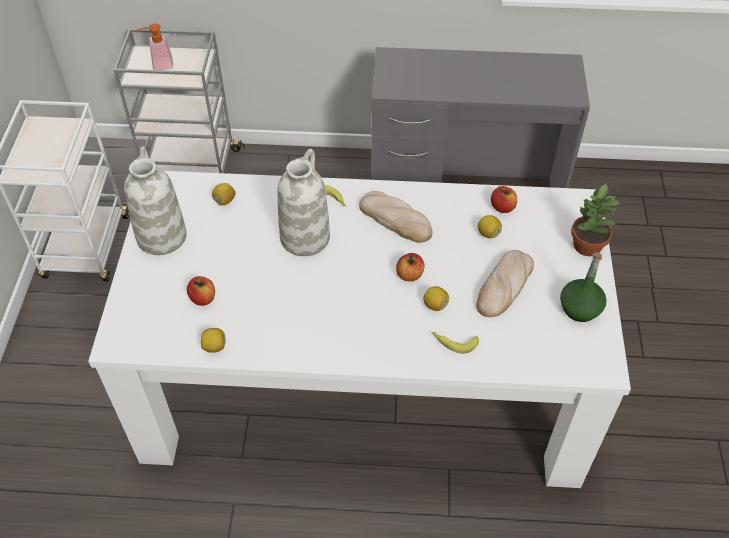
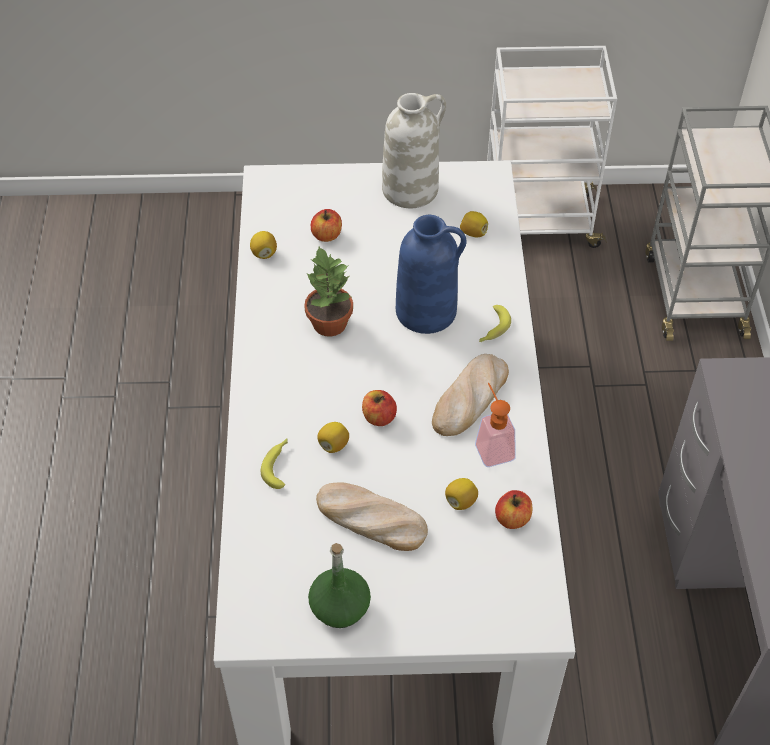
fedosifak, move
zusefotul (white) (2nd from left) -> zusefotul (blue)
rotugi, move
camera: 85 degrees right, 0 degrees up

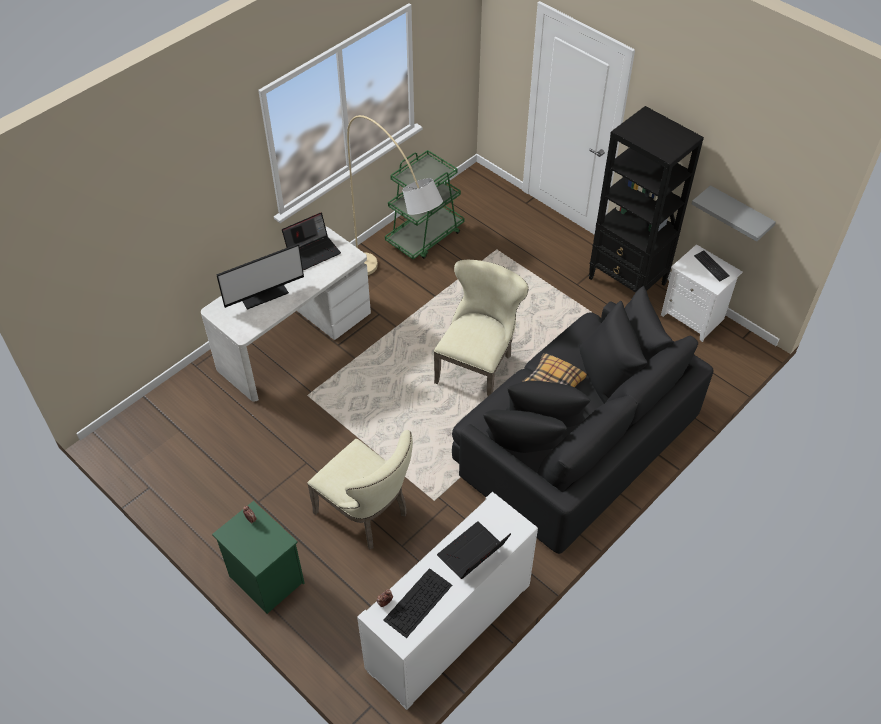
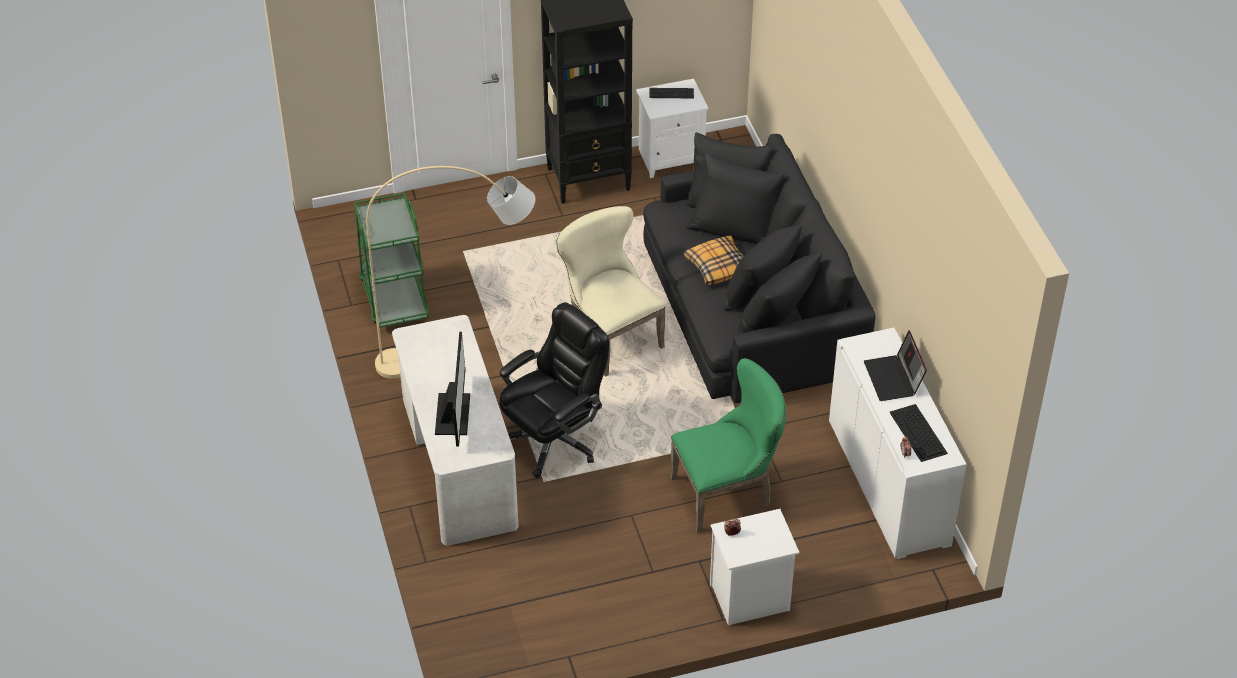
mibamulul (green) -> mibamulul (white) (2nd from left)
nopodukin (1st from left) -> none
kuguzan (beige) (1st from left) -> kuguzan (green)
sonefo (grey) -> none
none -> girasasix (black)
camera: 60 degrees left, 5 degrees down

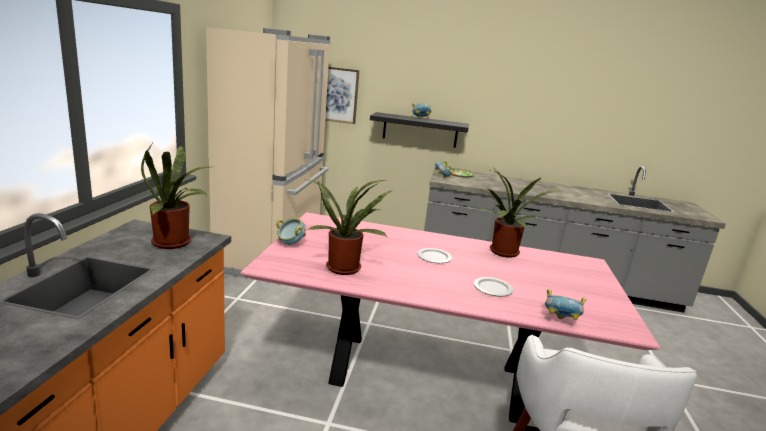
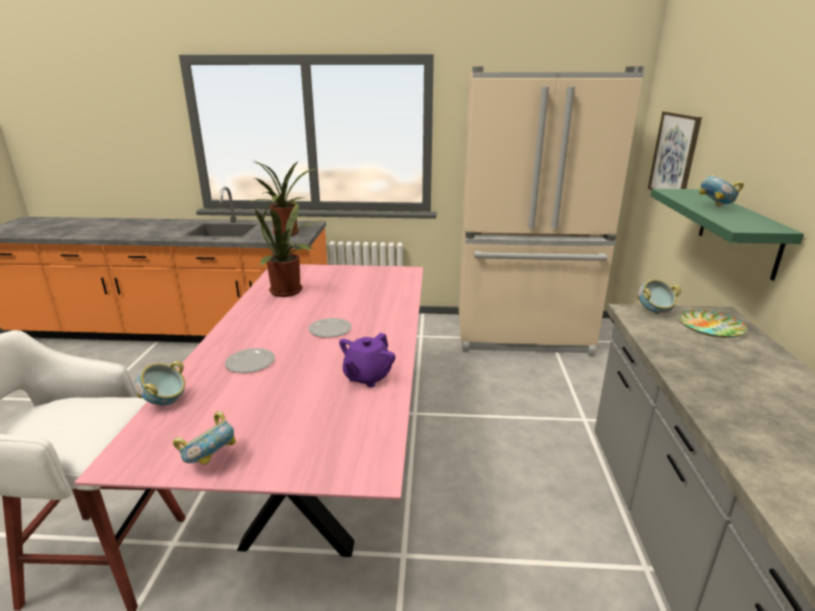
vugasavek (1st from left in the first image) -> vugasavek (2nd from left), move
sonefo (black) -> sonefo (green)
rotugi (3rd from left) -> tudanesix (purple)
camera: 85 degrees right, 5 degrees up

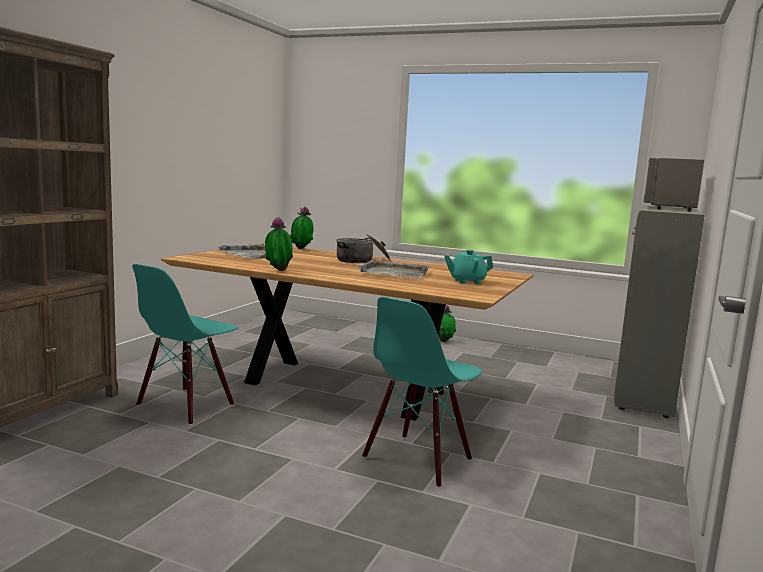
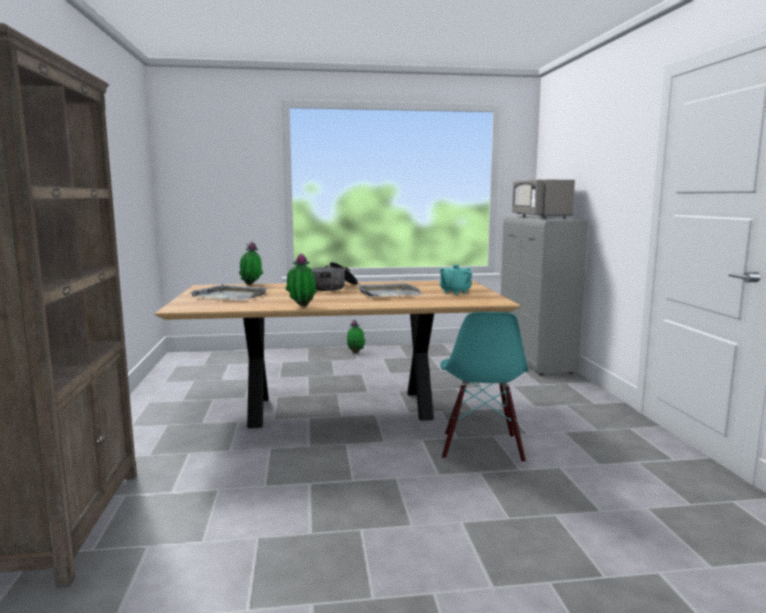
kuguzan (turquoise) (1st from left) -> none
camera: 30 degrees left, 0 degrees up

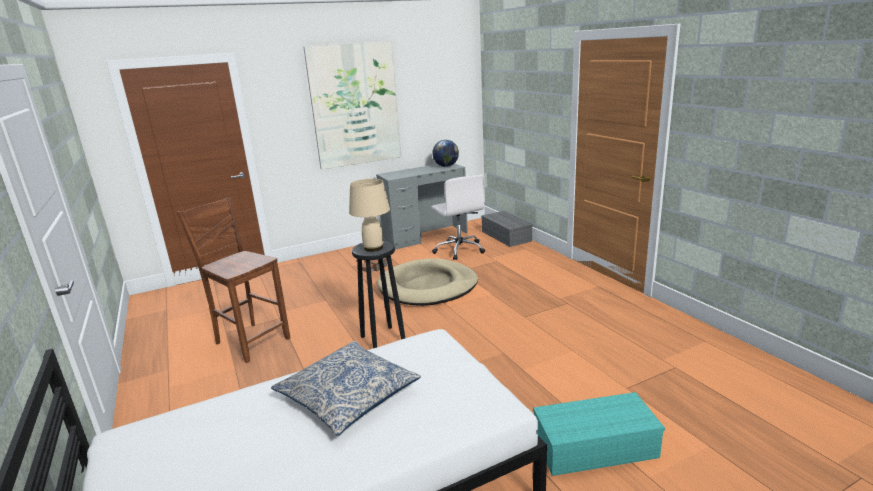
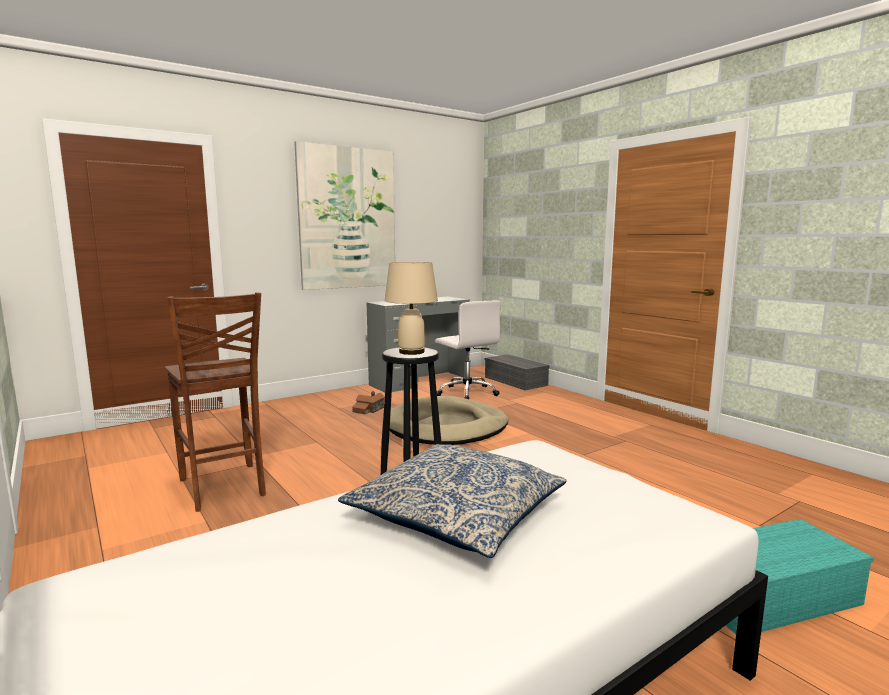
kuguzan (brown), 150 degrees counterclockwise
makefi -> none
camera: 10 degrees left, 10 degrees down

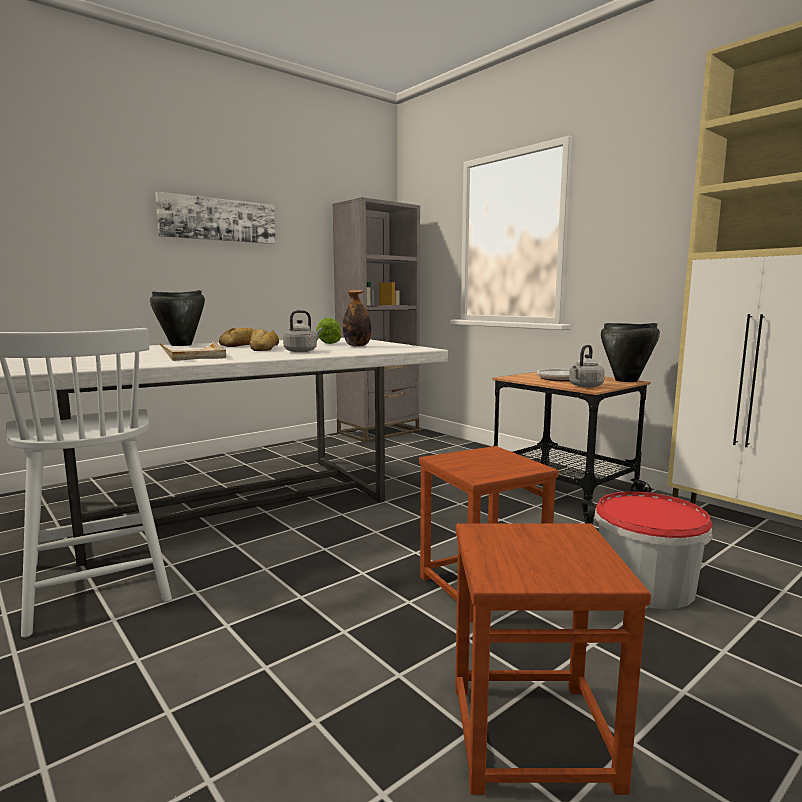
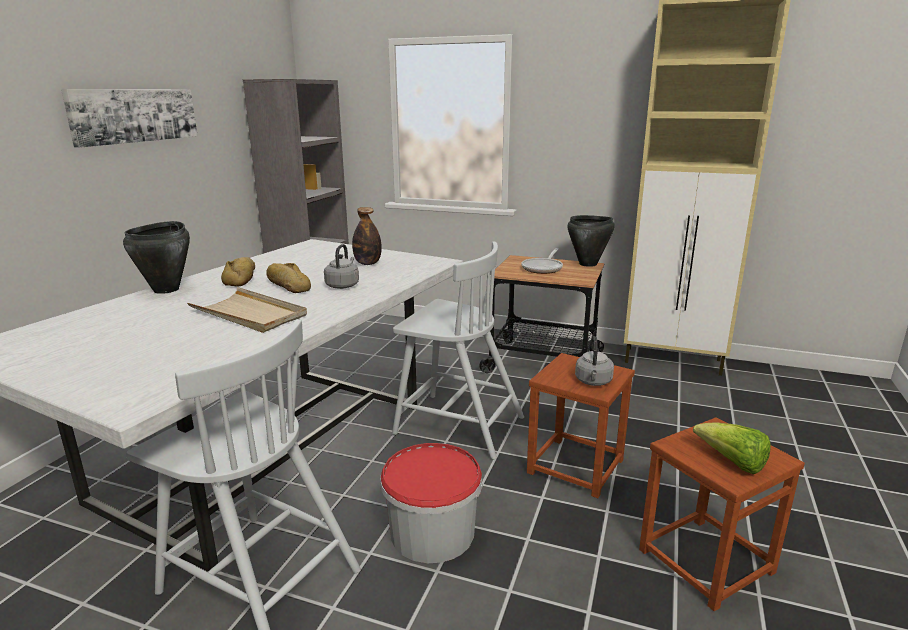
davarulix, move
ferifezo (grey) (2nd from left), move
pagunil, move
none -> kuguzan (white) (2nd from left)
camera: 30 degrees left, 10 degrees up

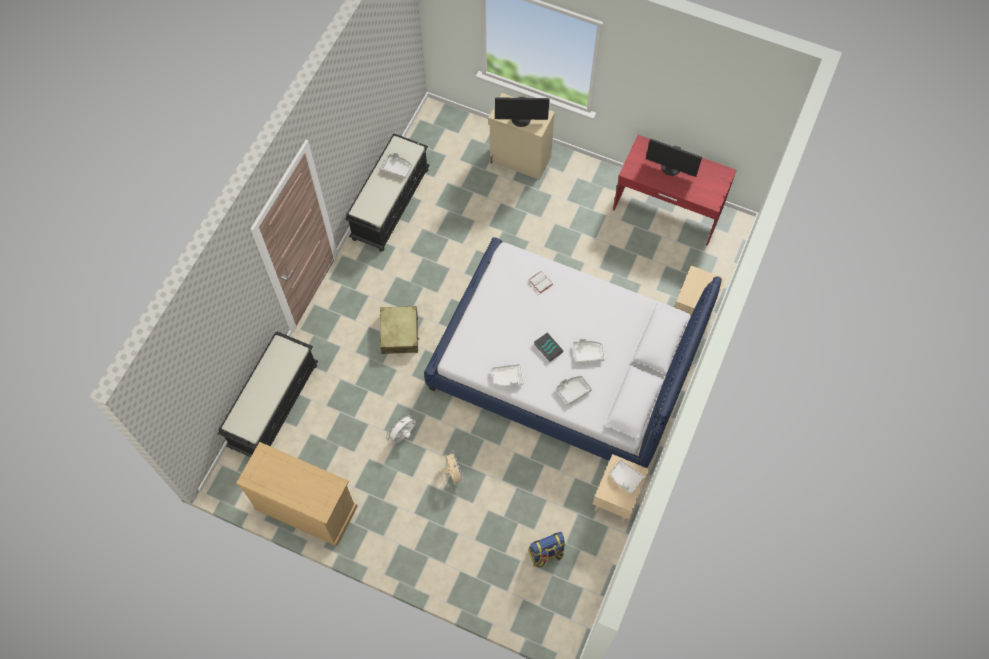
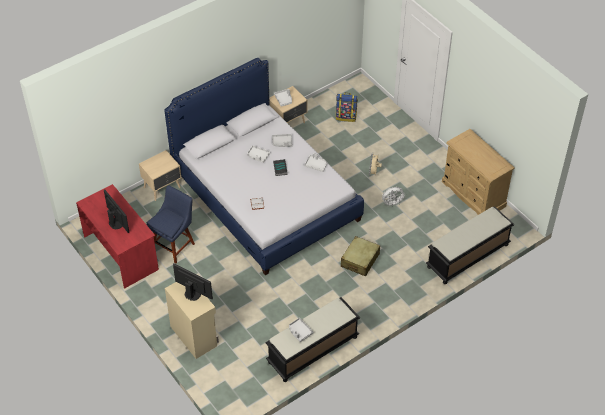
none -> kuguzan (blue)
camera: 150 degrees left, 15 degrees down

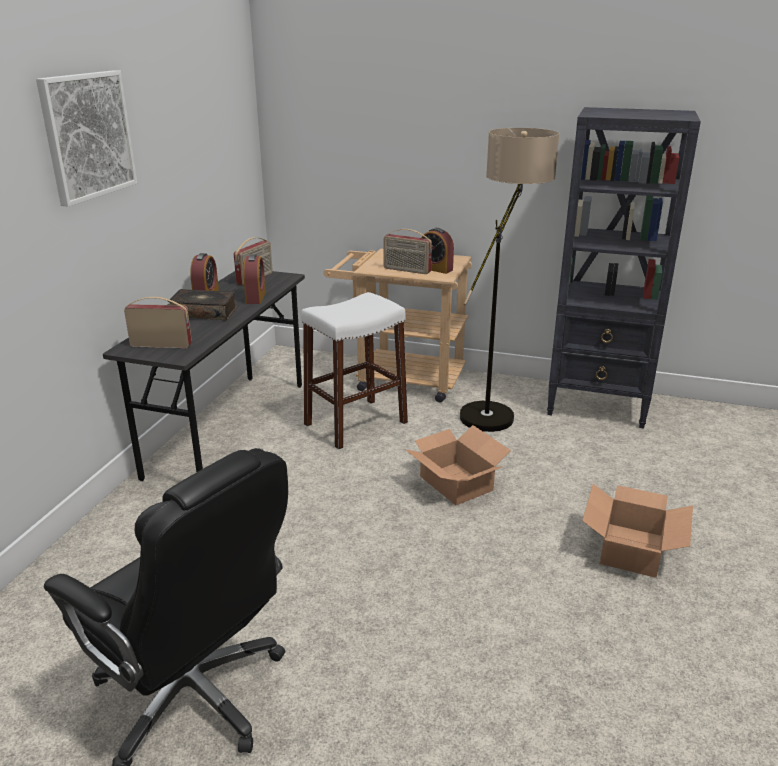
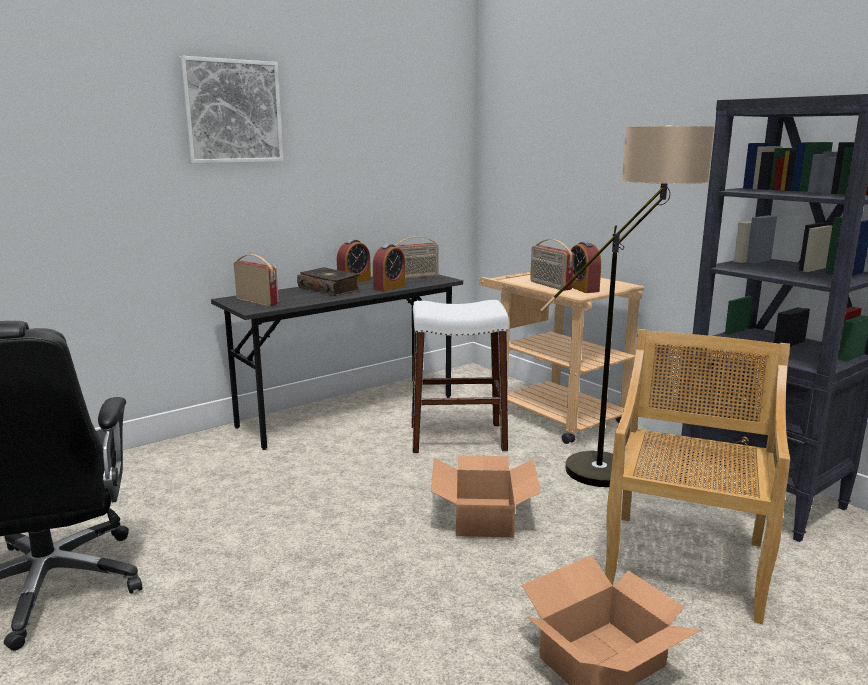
none -> kuguzan (beige)
camera: 35 degrees right, 10 degrees down

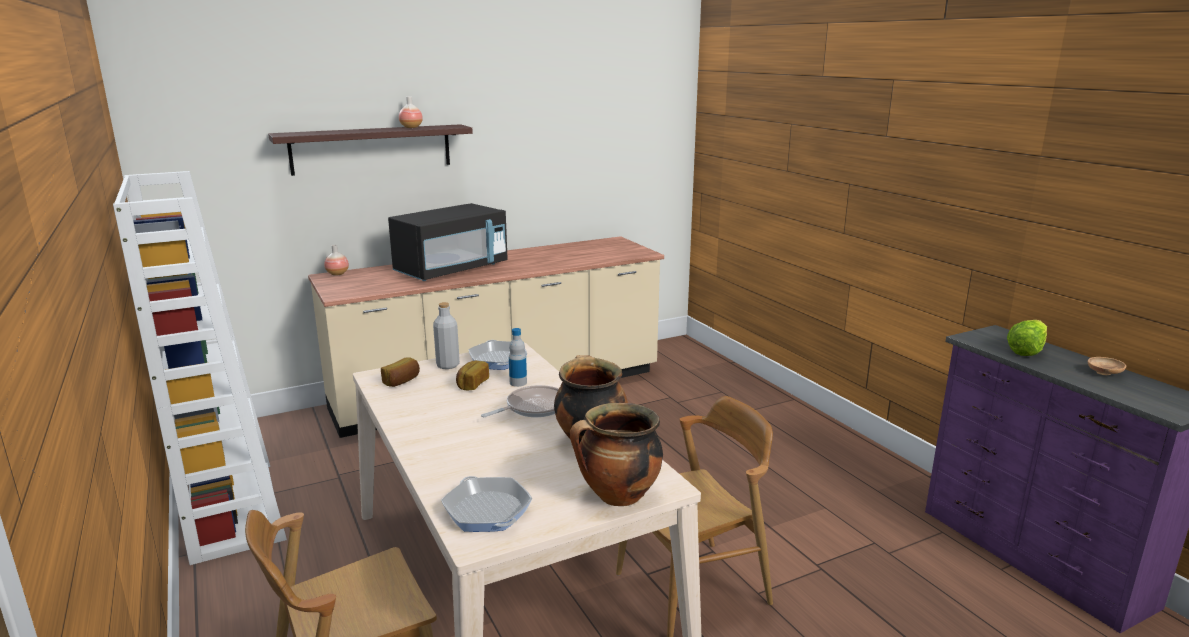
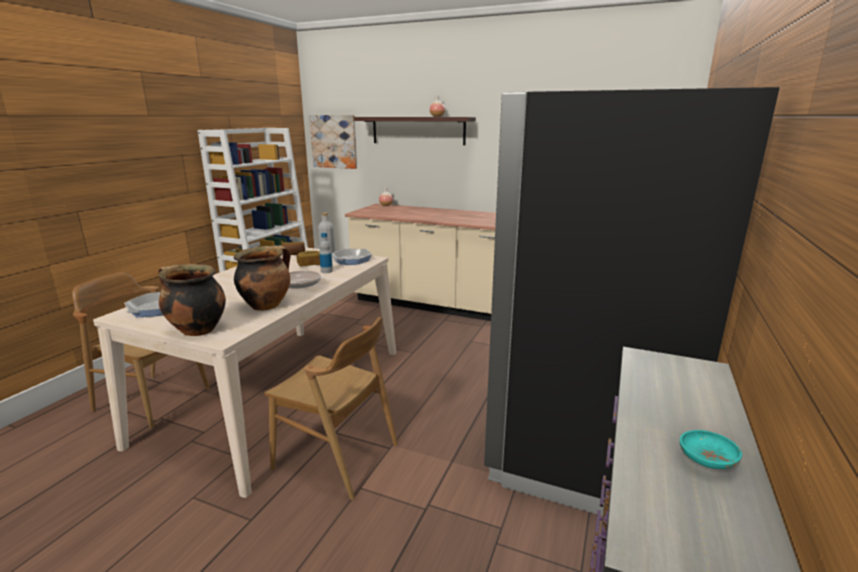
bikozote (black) -> none
davarulix -> none
vugasavek (brown) -> vugasavek (turquoise)
none -> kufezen
none -> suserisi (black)
camera: 50 degrees right, 0 degrees up

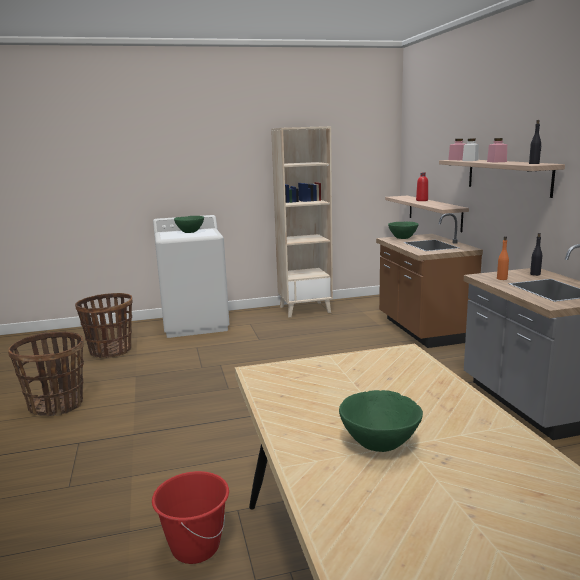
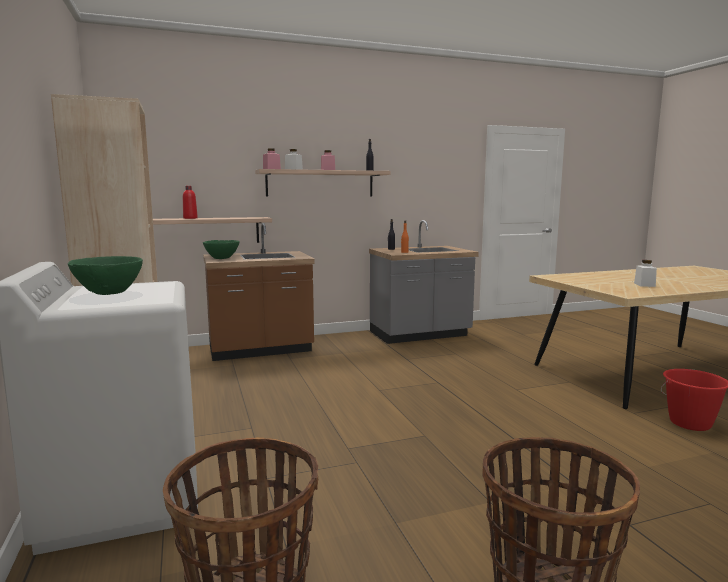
vugasavek (green) (2nd from left) -> none
none -> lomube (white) (2nd from left)
camera: 95 degrees left, 5 degrees down

